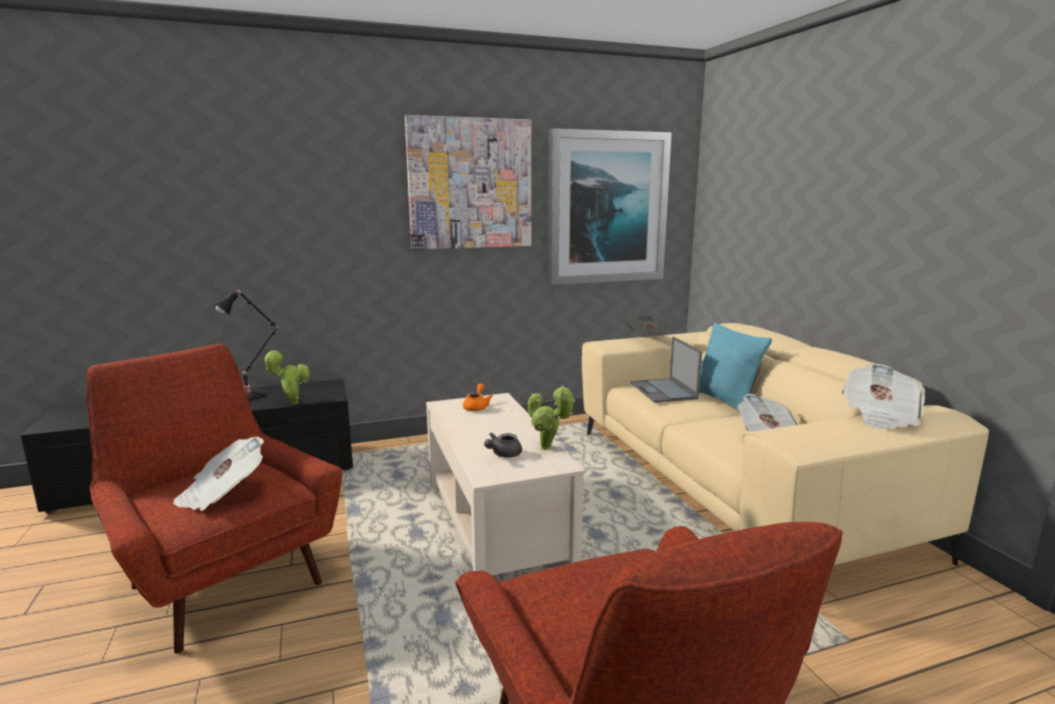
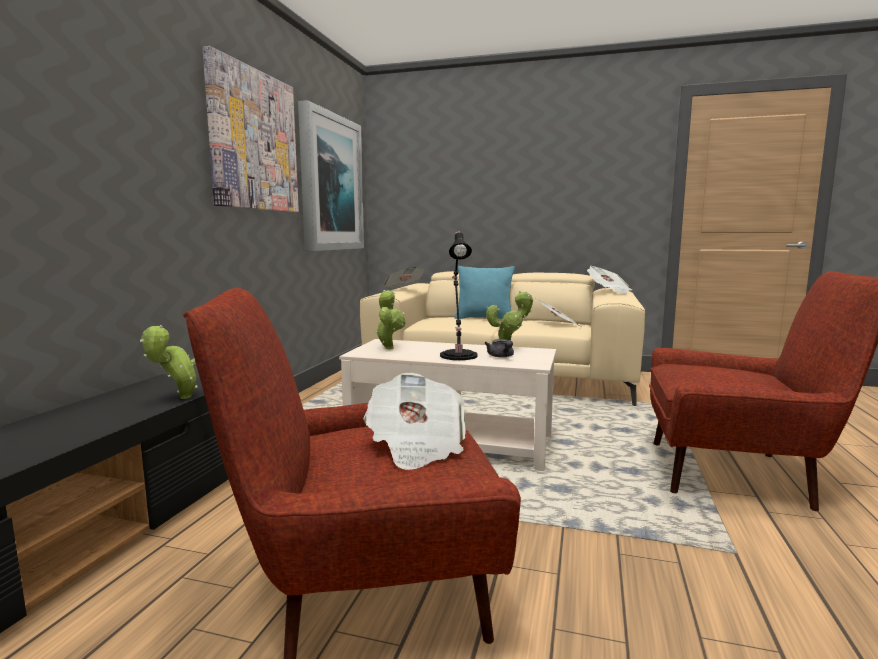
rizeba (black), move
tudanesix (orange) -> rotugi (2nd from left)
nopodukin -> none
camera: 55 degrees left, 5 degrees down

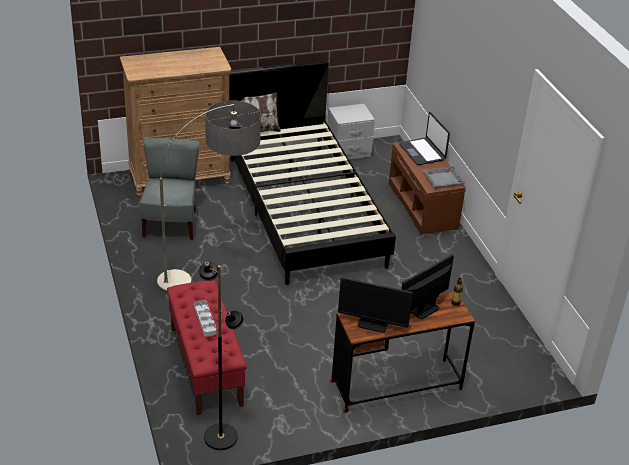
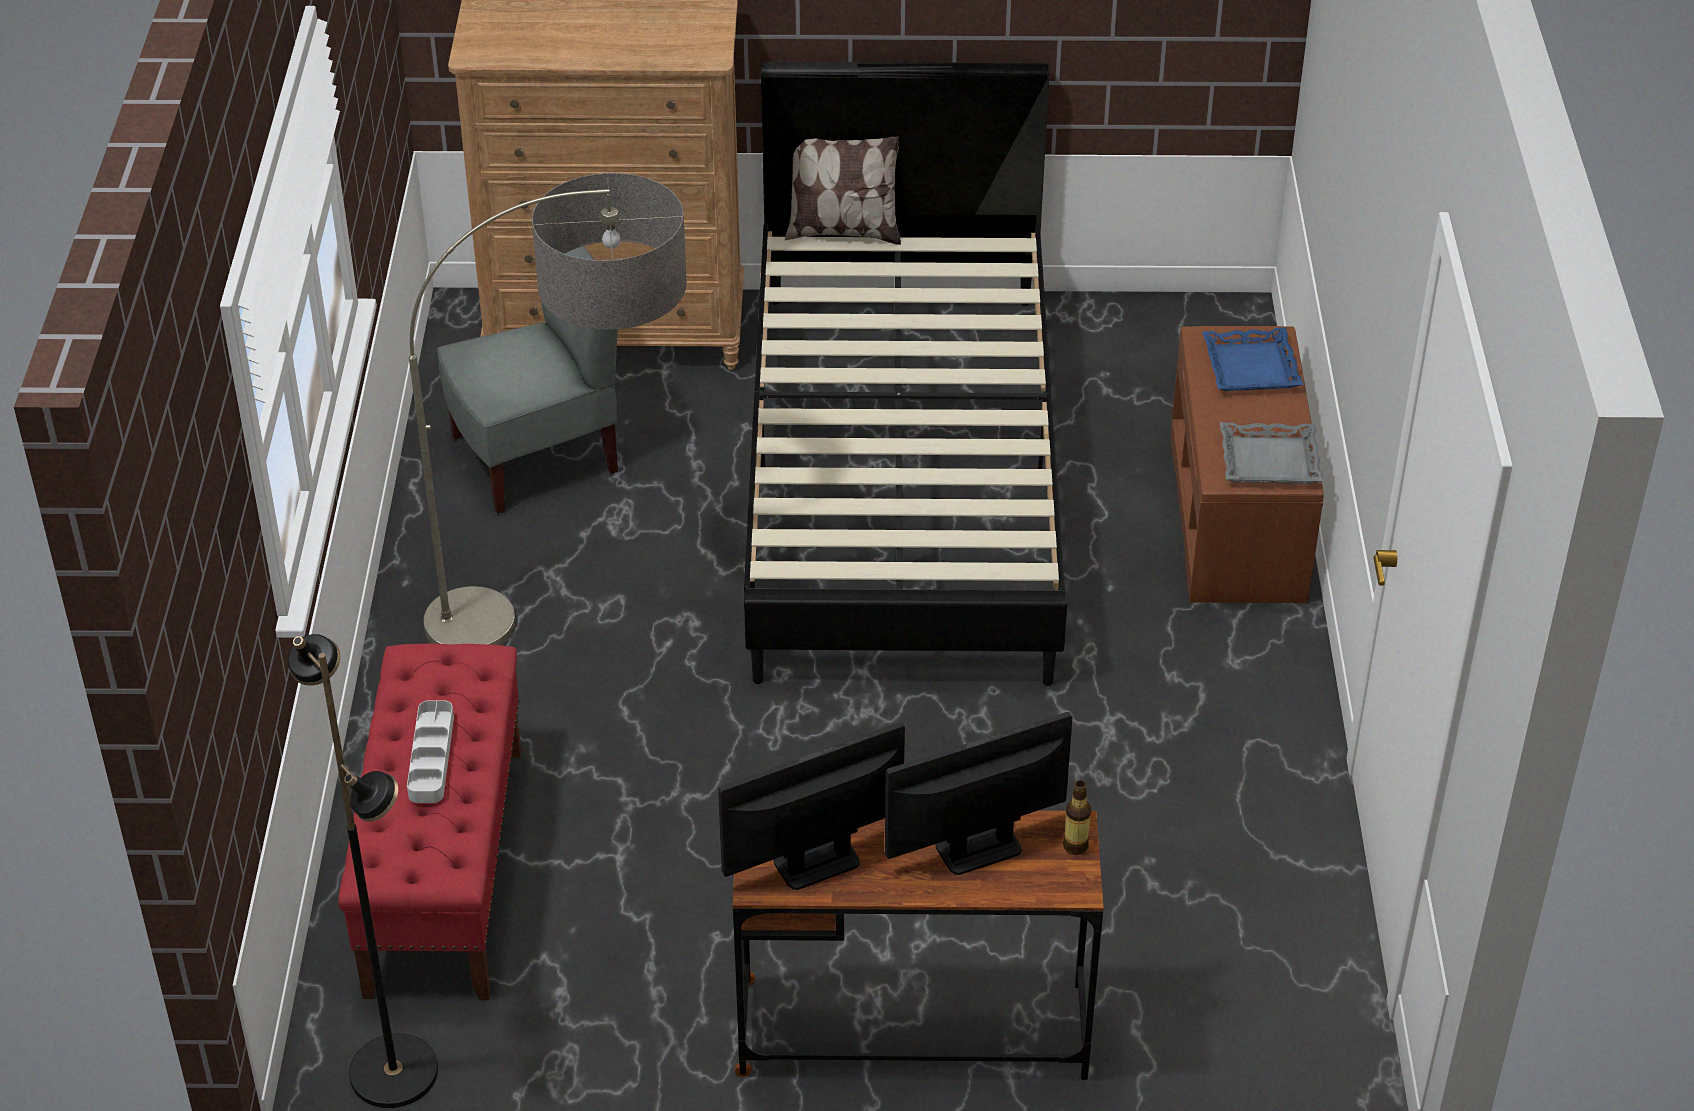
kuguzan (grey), 45 degrees clockwise
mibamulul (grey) -> none
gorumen (1st from left), 120 degrees clockwise
nopodukin -> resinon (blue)
camera: 20 degrees right, 5 degrees up

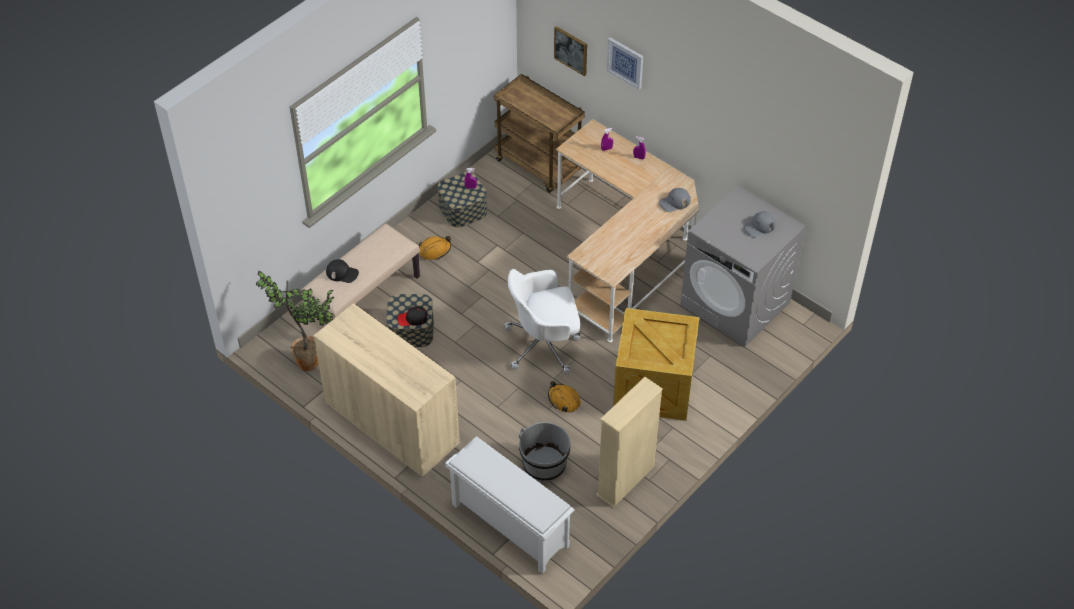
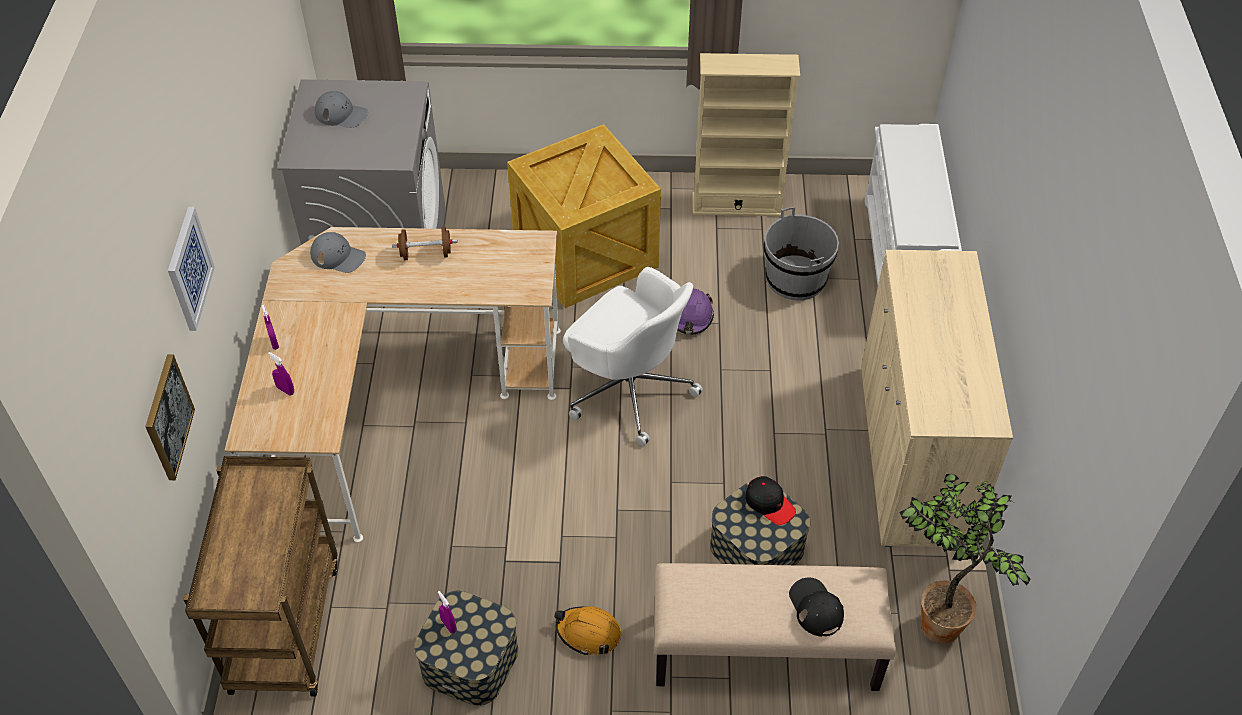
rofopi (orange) (2nd from left) -> rofopi (purple)
none -> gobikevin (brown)
camera: 130 degrees left, 0 degrees up

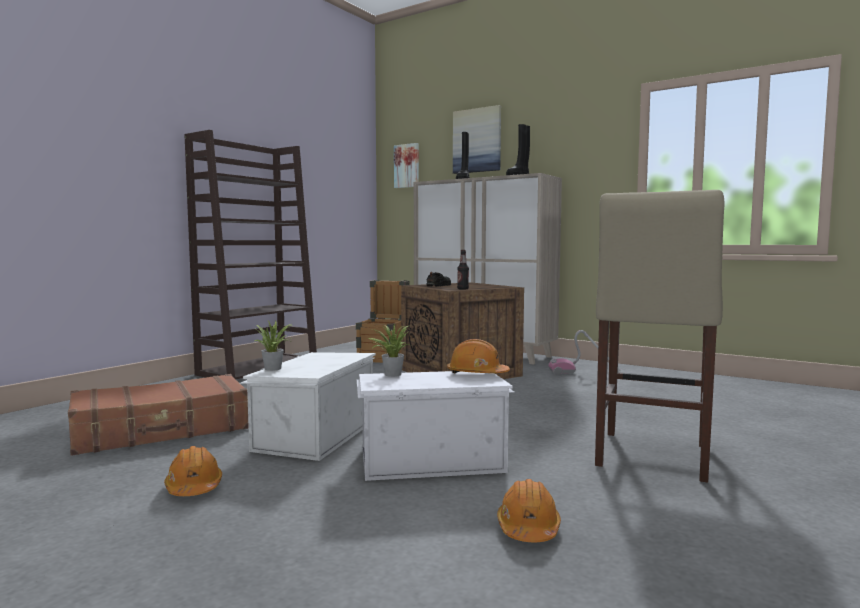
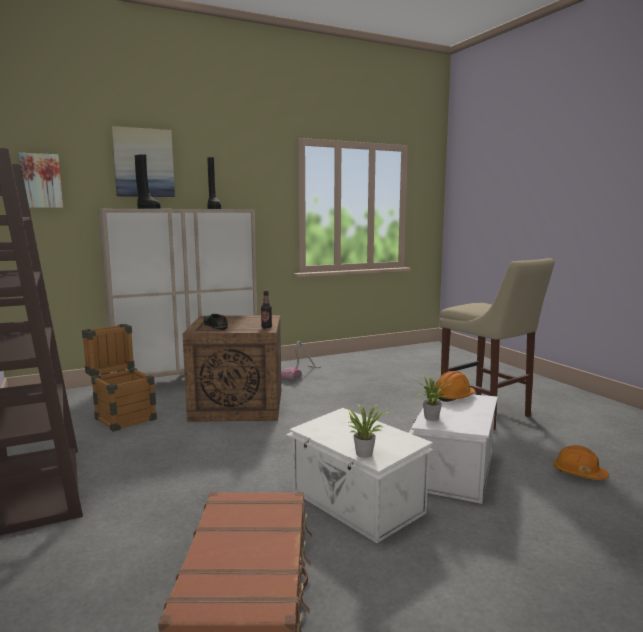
rofopi (orange) (1st from left) -> none
camera: 60 degrees left, 5 degrees up

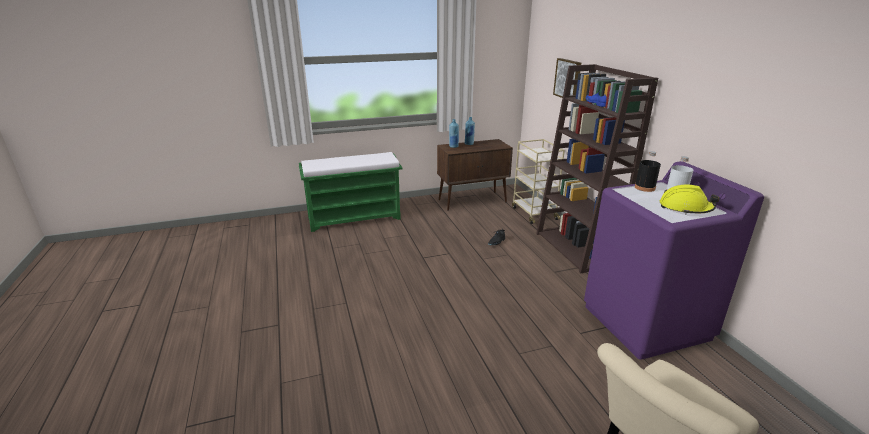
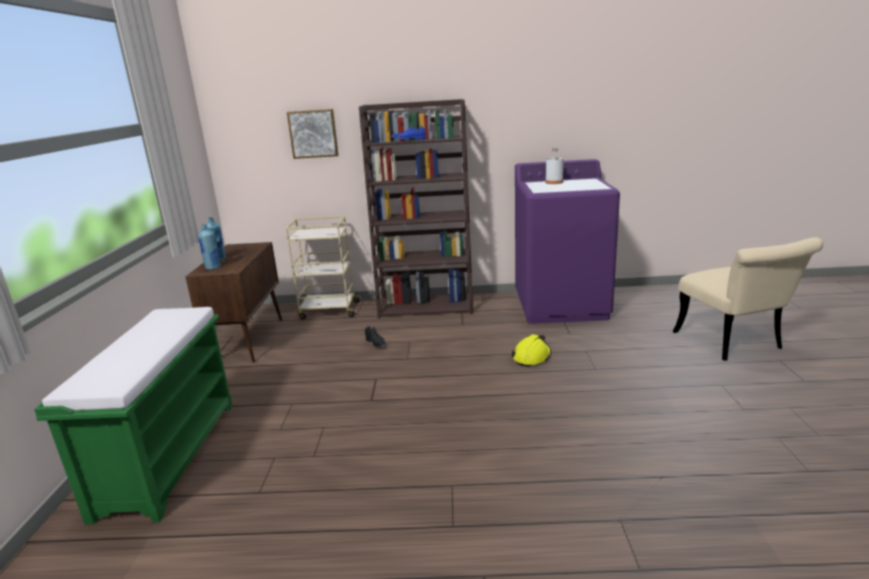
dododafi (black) -> none
rofopi (yellow), move
camera: 70 degrees left, 5 degrees down

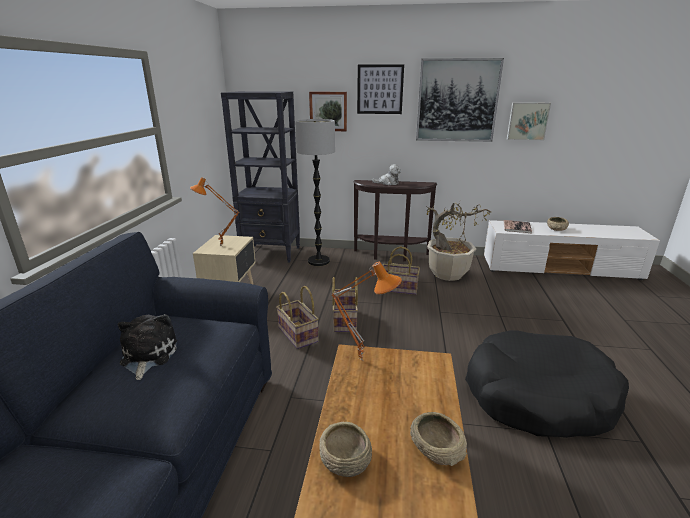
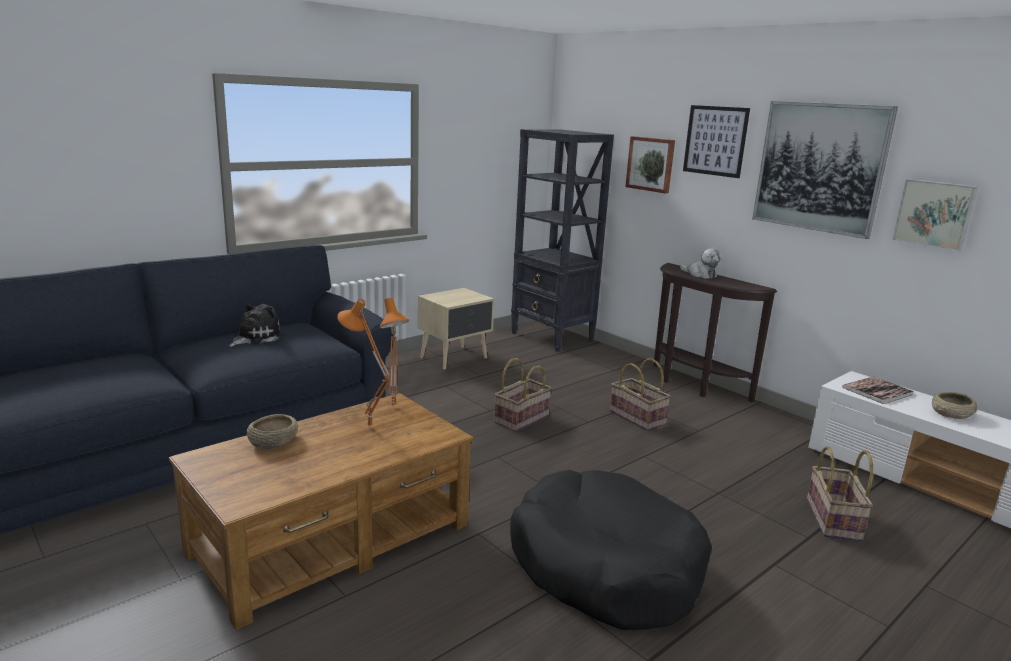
rizeba (orange) (1st from left), move
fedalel (1st from left in the first image) -> fedalel (3rd from left), move
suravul -> none
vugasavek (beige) (2nd from left) -> none
rotugi -> none
camera: 40 degrees right, 5 degrees down

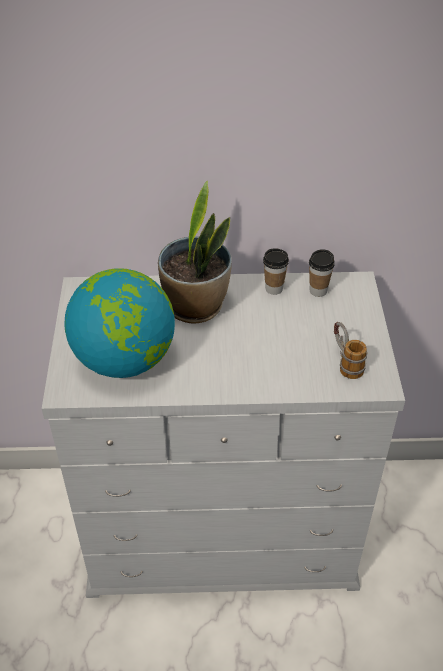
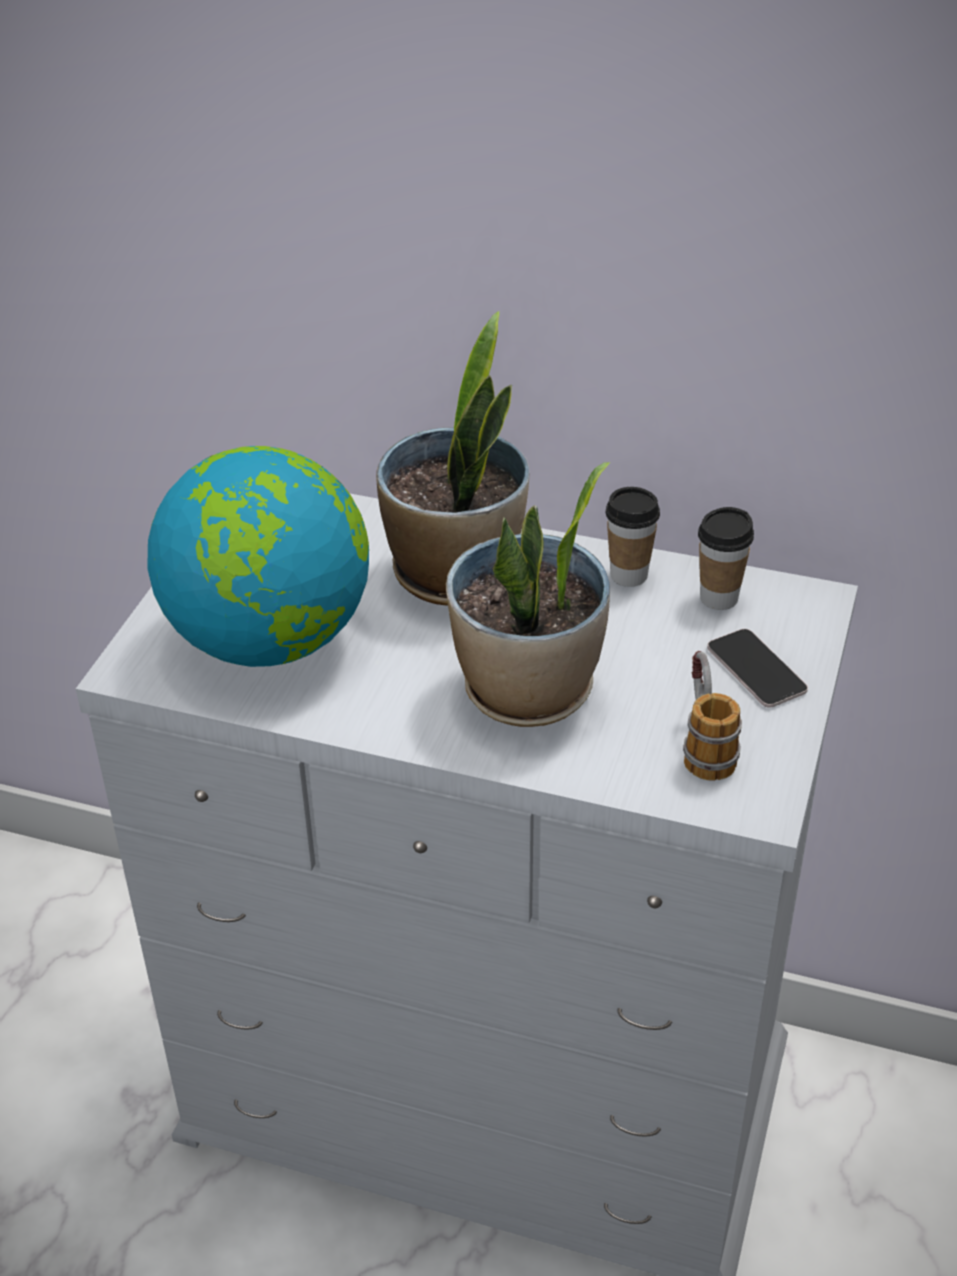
none -> rotugi (2nd from left)
none -> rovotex
camera: 20 degrees right, 5 degrees down

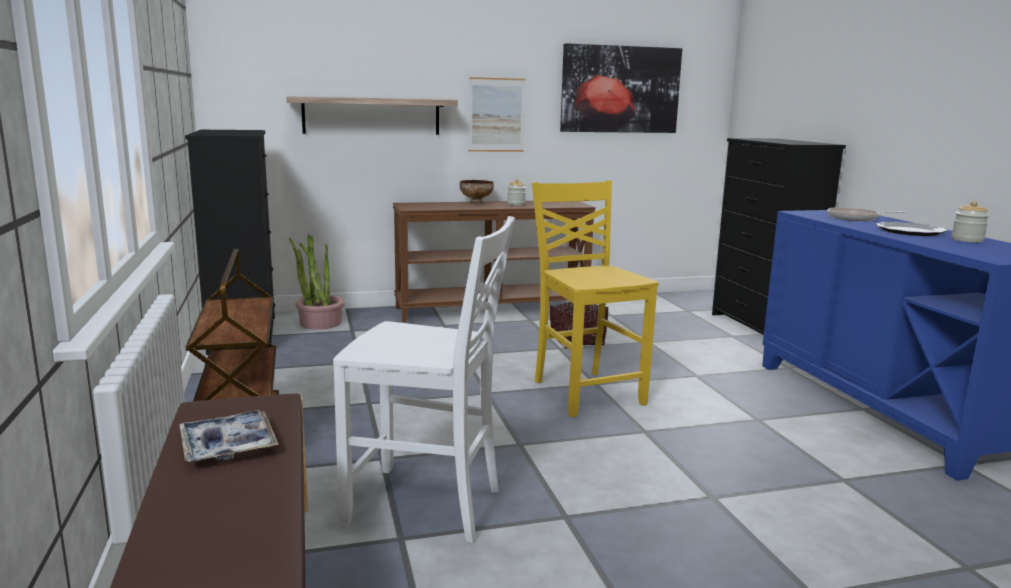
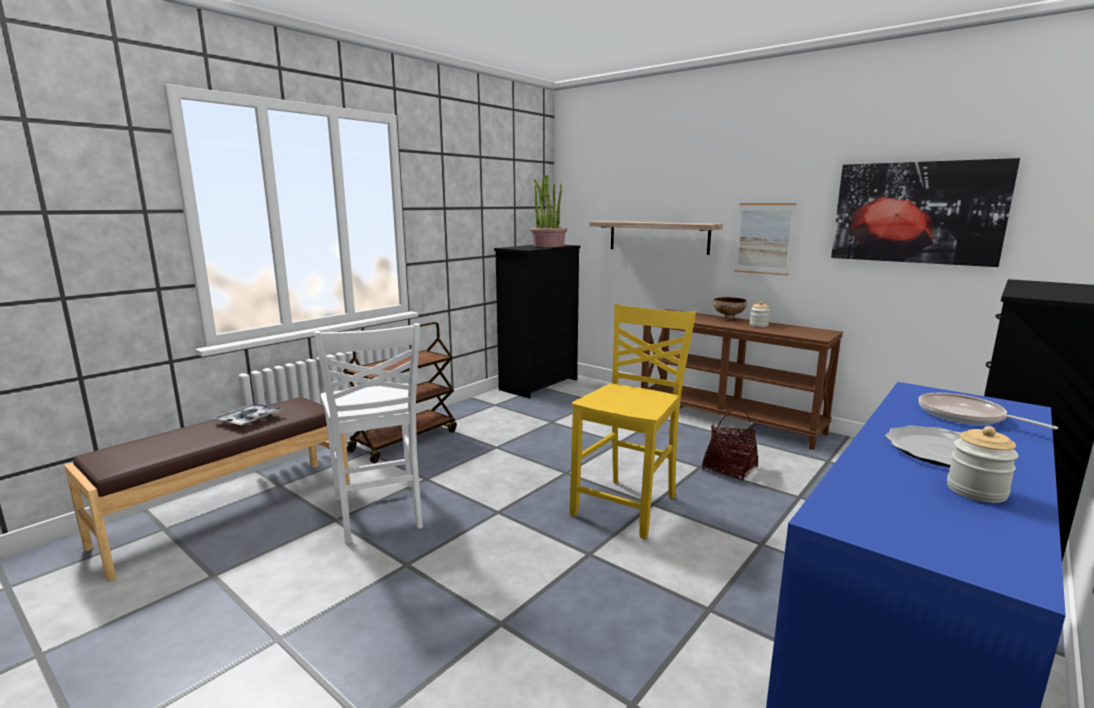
rotugi, move
camera: 55 degrees right, 0 degrees up

